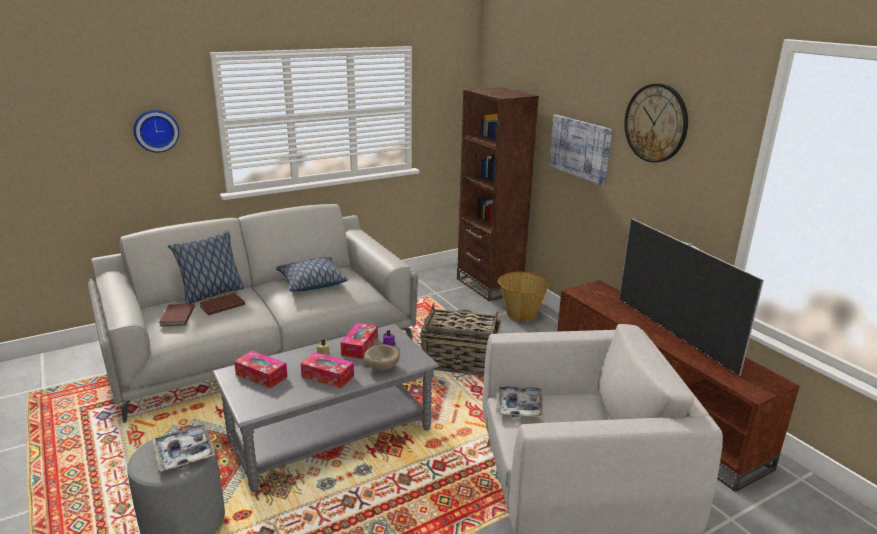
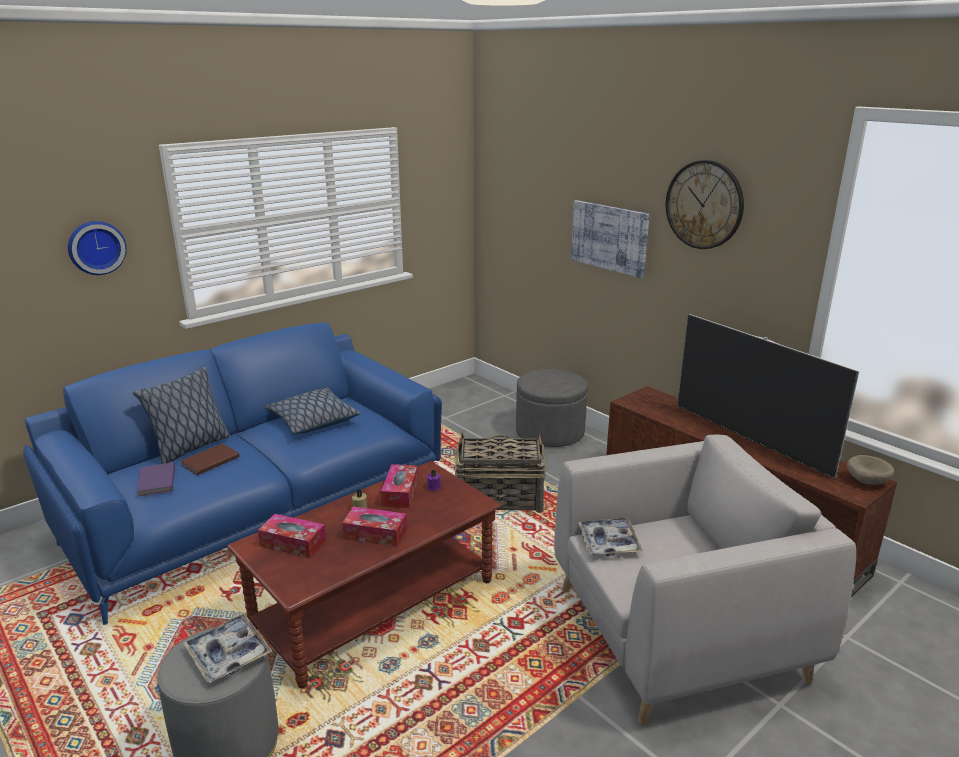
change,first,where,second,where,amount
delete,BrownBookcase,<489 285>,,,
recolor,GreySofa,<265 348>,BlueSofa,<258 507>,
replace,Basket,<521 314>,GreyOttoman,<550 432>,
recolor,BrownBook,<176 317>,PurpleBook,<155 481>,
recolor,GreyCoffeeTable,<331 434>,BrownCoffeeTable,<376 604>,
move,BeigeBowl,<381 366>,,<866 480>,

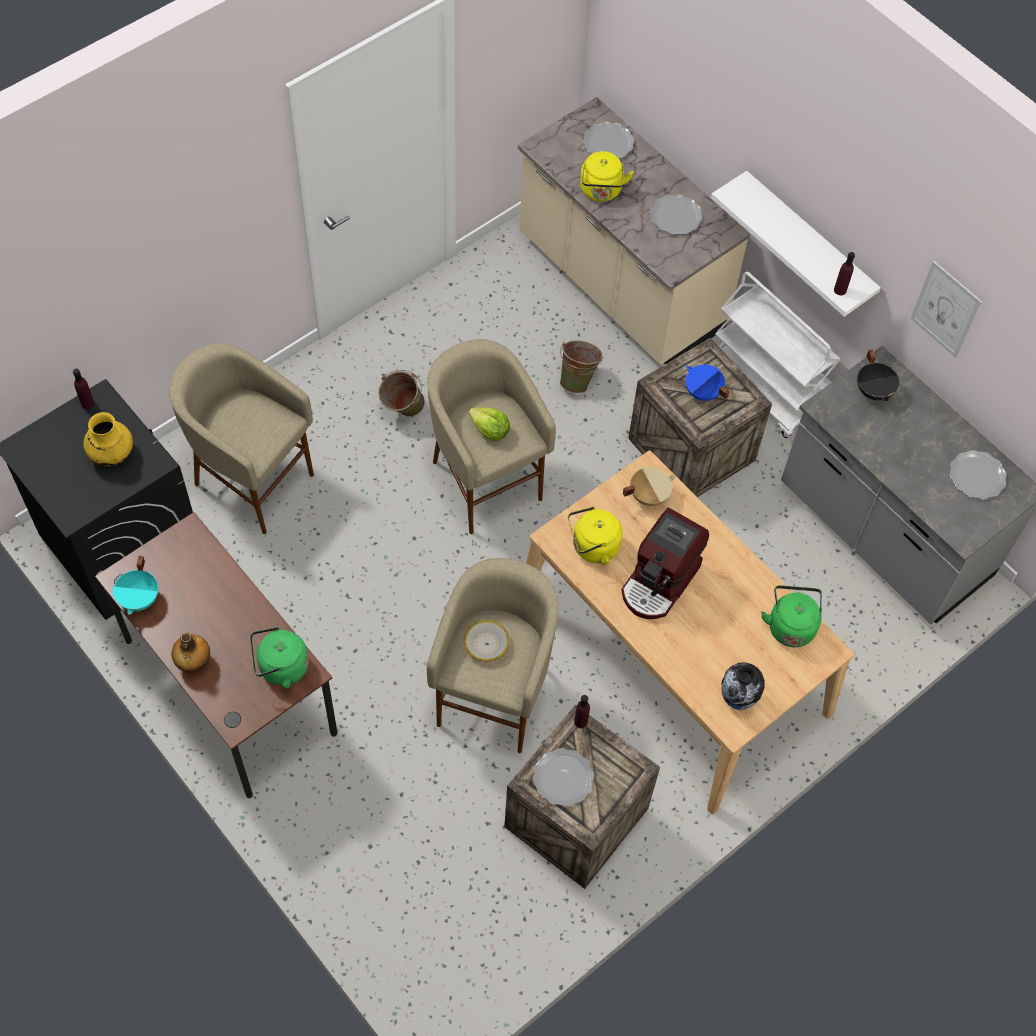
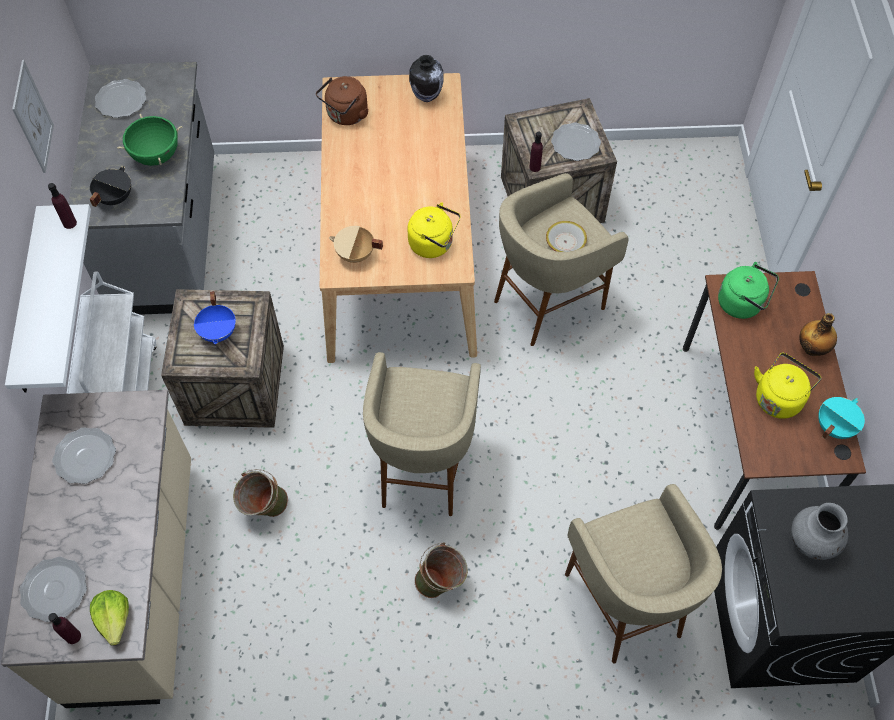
change,first,where,second,where,amount
move,YellowKettle,<601 191>,,<779 397>,
move,PurpleBottle,<87 403>,,<73 636>,
move,Lettuce,<489 430>,,<114 619>,
recolor,YellowVase,<112 454>,GreyVase,<812 542>,
delete,CoffeeMachine,<660 582>,,,
recolor,GreenKettle,<790 625>,BrownKettle,<345 115>,
insert,,,GreenCookingPot,<156 156>,

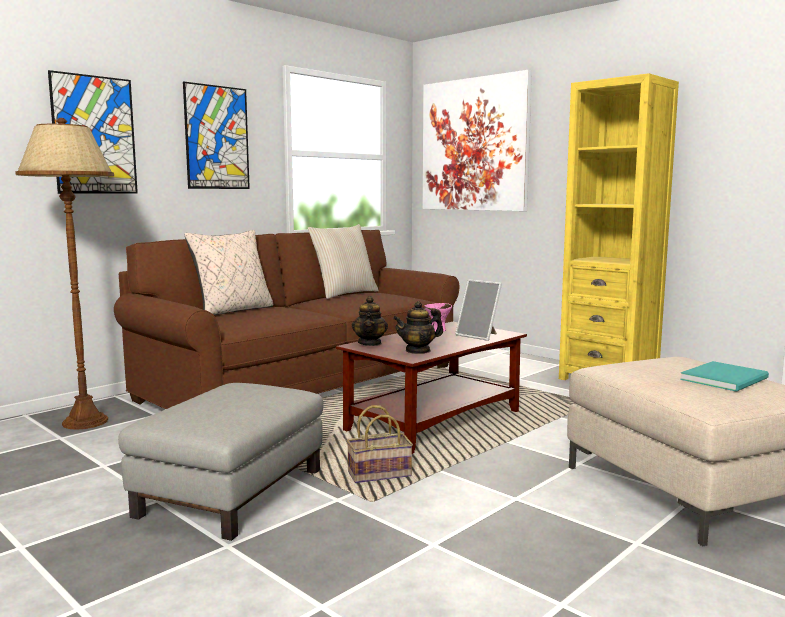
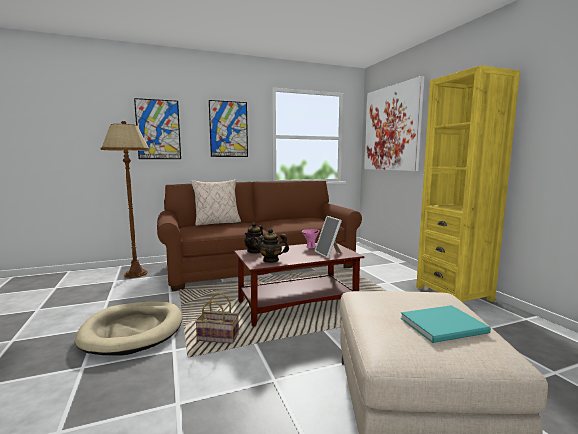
change,first,where,second,where,amount
delete,BeigePillow,<344 294>,,,
replace,GreyOttoman,<231 492>,BeigeDogBed,<133 330>,

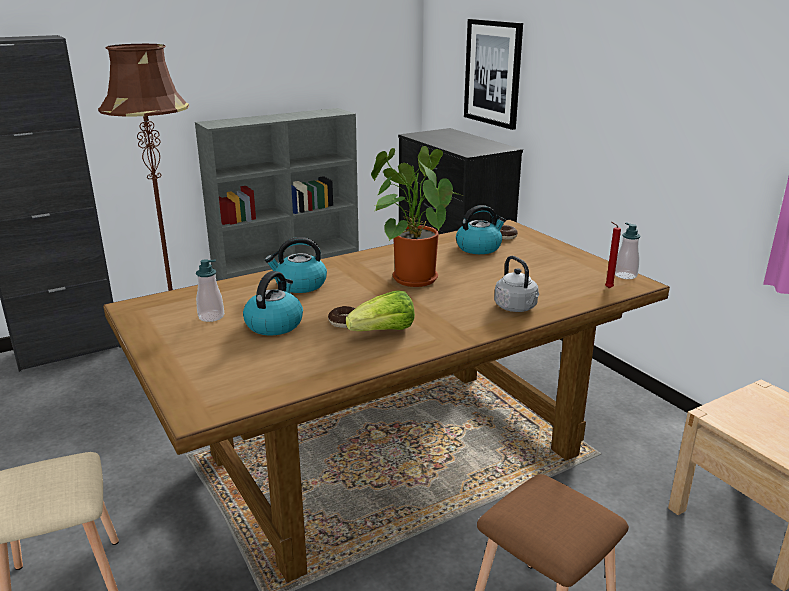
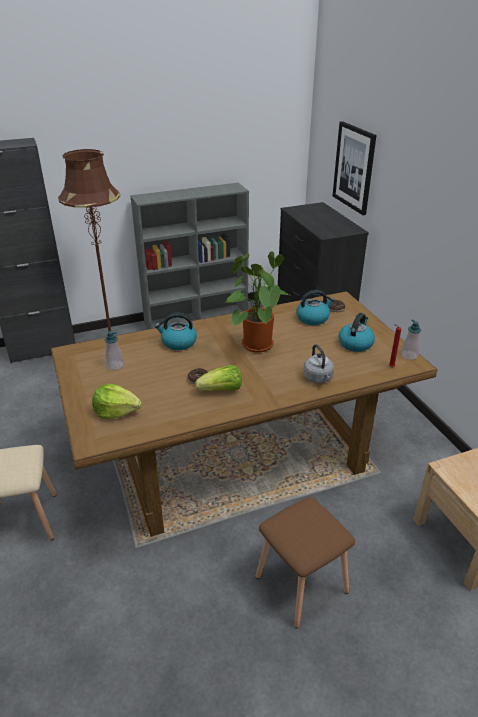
change,first,where,second,where,amount
move,Kettle,<274 324>,,<355 343>,
insert,,,Lettuce,<116 411>,

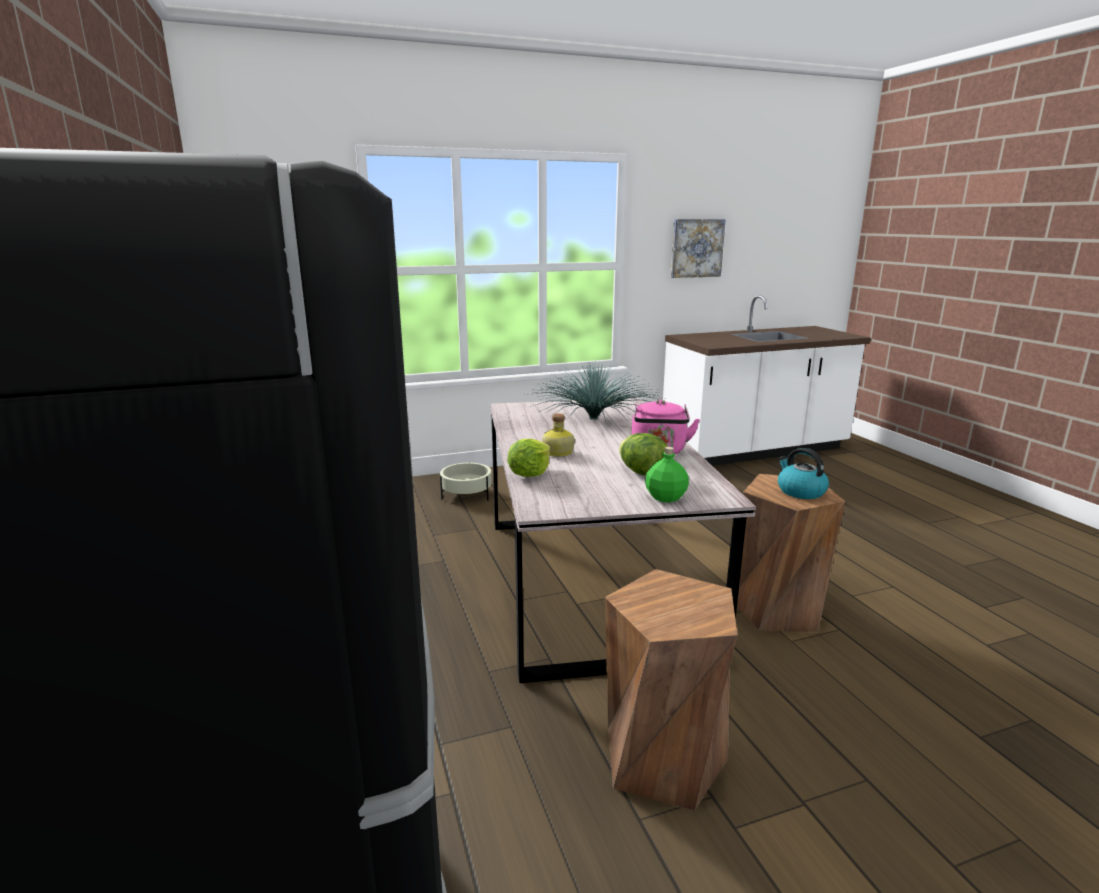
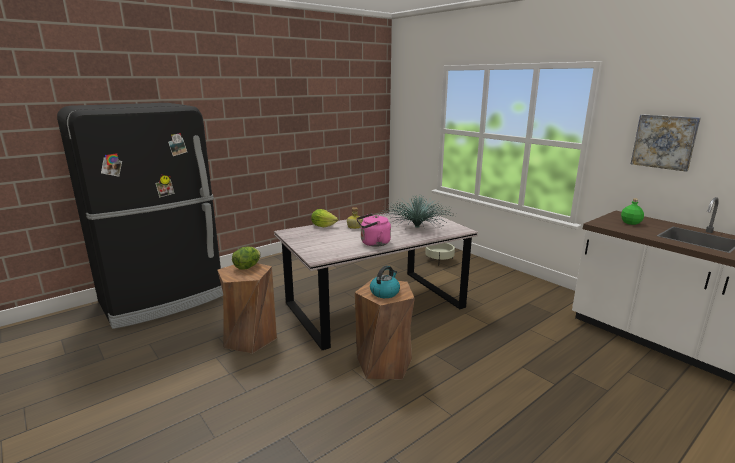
change,first,where,second,where,amount
move,Lettuce,<642 472>,,<247 267>,
move,GreenBottle,<666 497>,,<631 223>,

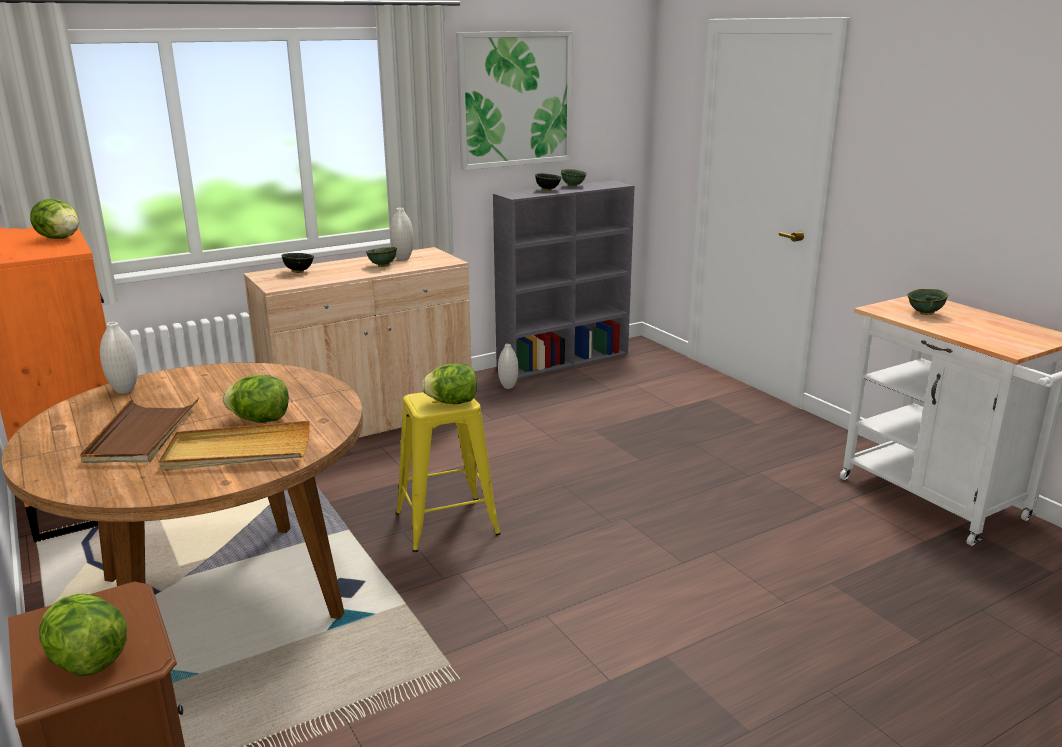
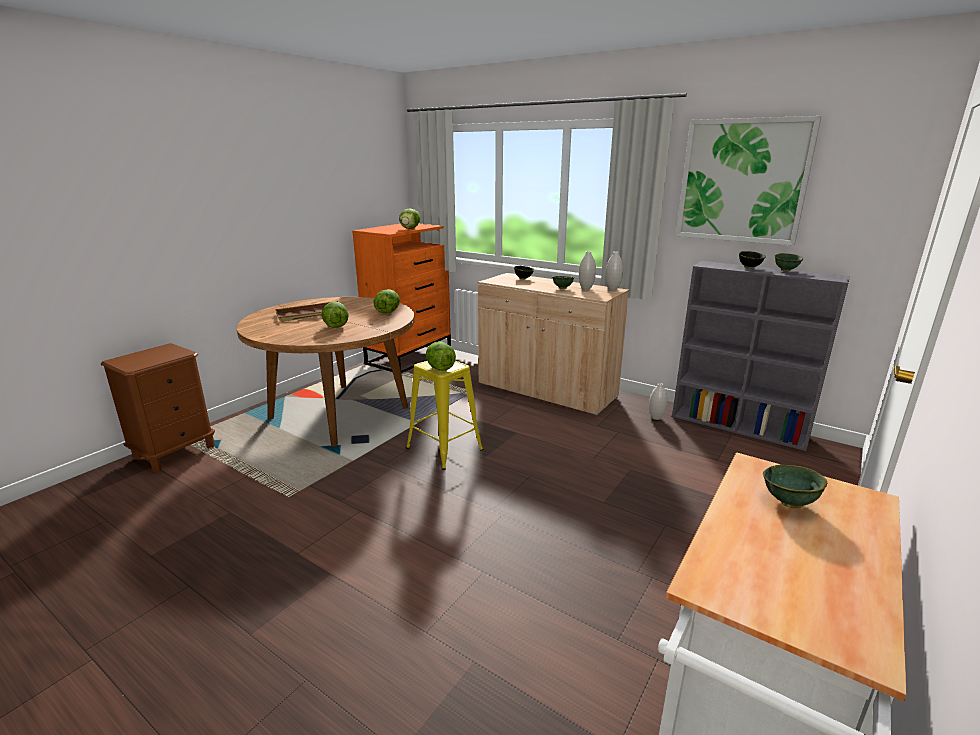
change,first,where,second,where,amount
move,WhiteVase,<124 390>,,<612 289>,
delete,BeigeTray,<238 451>,,,
move,Lettuce,<87 660>,,<388 312>,

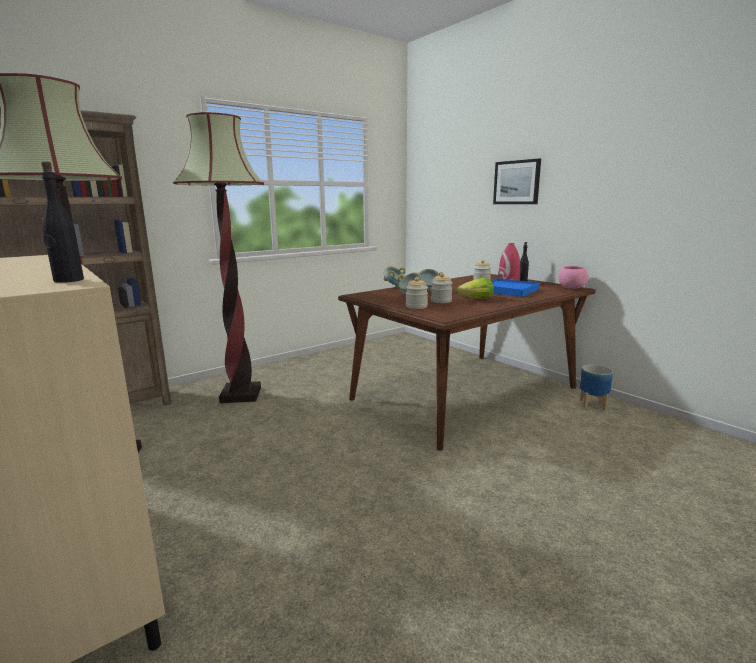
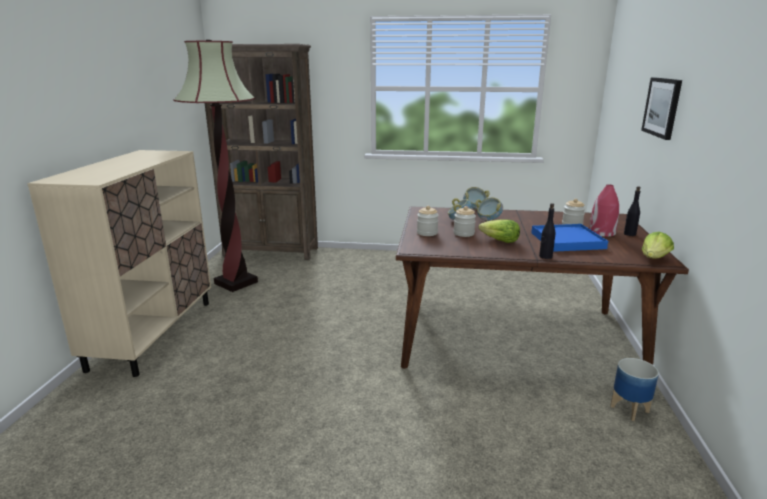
change,first,where,second,where,amount
delete,FloorLamp,<240 395>,,,
move,BlackBottle,<68 280>,,<545 256>,
replace,PinkBowl,<571 288>,Lettuce,<654 258>,

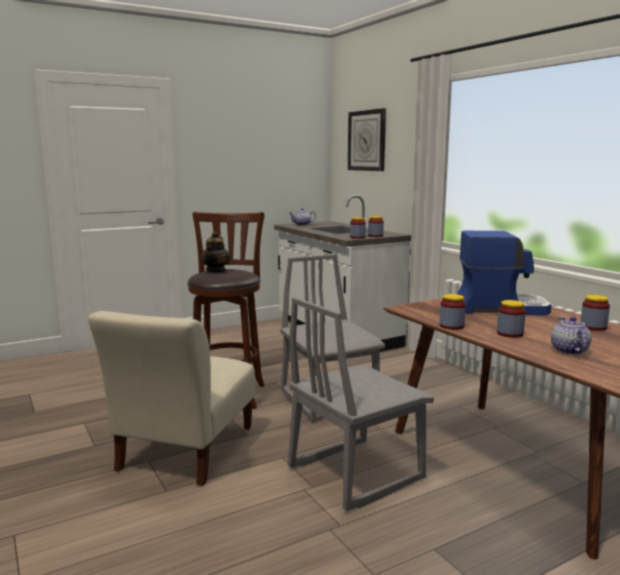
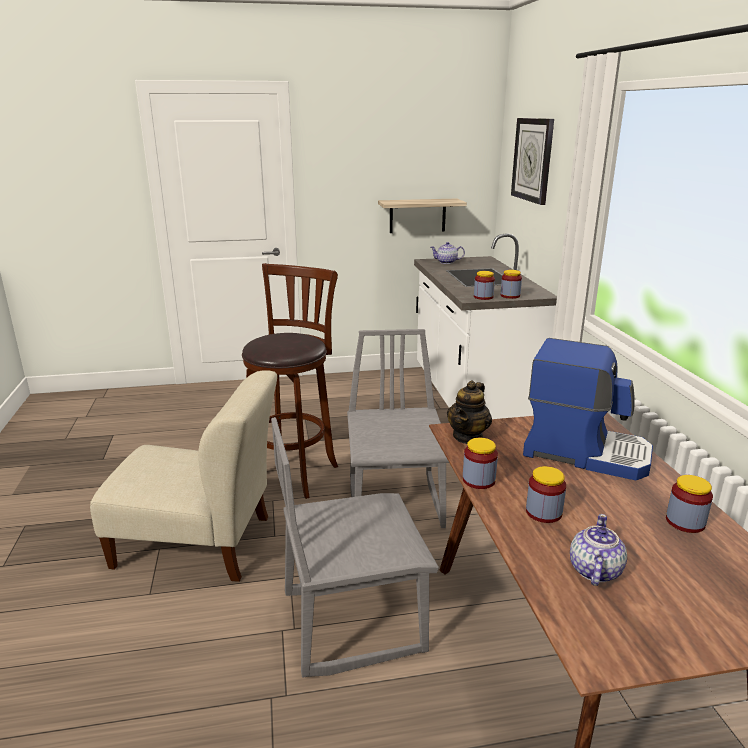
change,first,where,second,where,amount
move,Teapot,<216 271>,,<468 437>,
rotate,BeigeChair,<184 451>,,<199 544>,120 degrees counterclockwise
insert,,,Shelf,<417 215>,

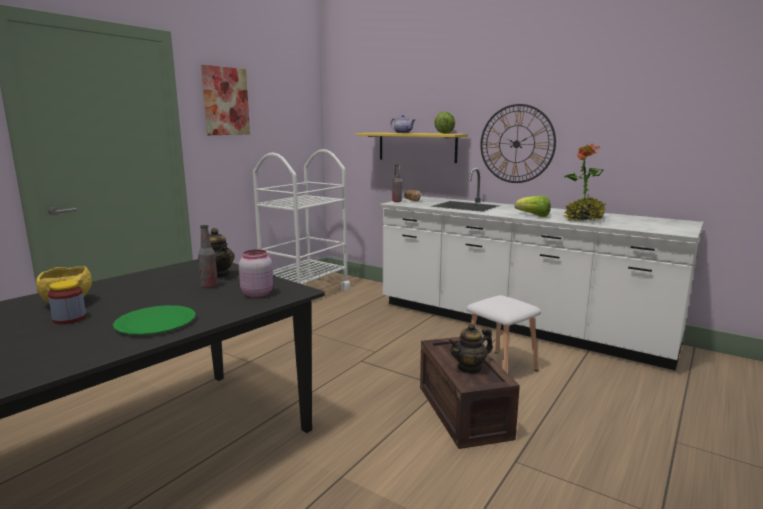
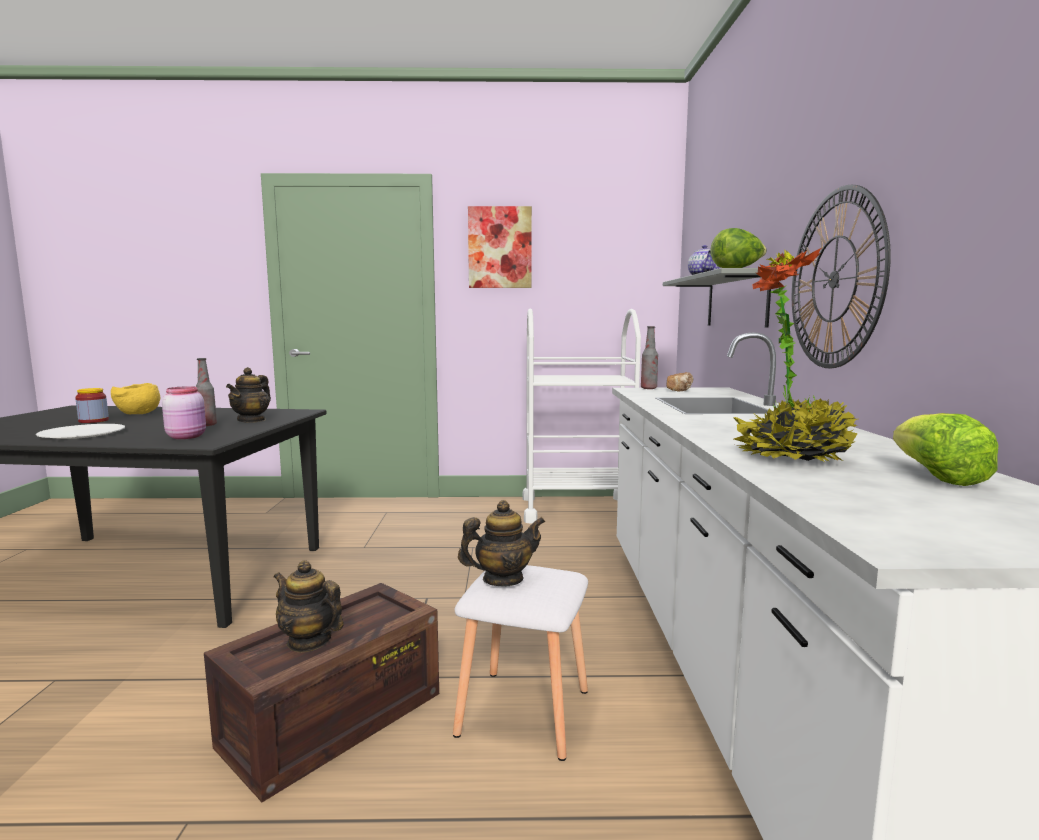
change,first,where,second,where,amount
recolor,YellowShelf,<417 147>,GreyShelf,<736 301>,
move,Lettuce,<533 215>,,<935 476>,
recolor,GreenPlate,<155 322>,WhitePlate,<82 434>,
insert,,,Teapot,<502 579>,

